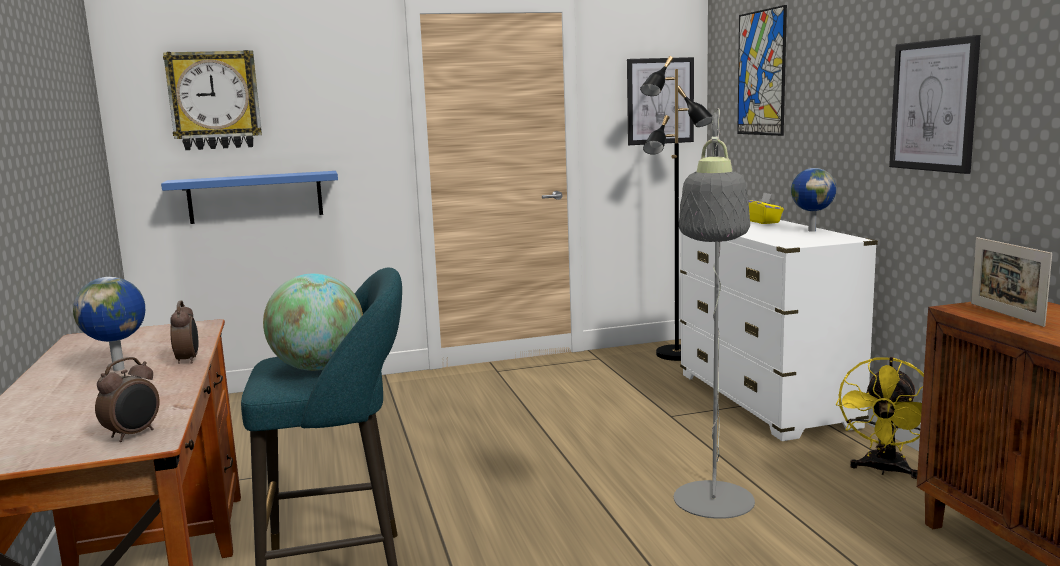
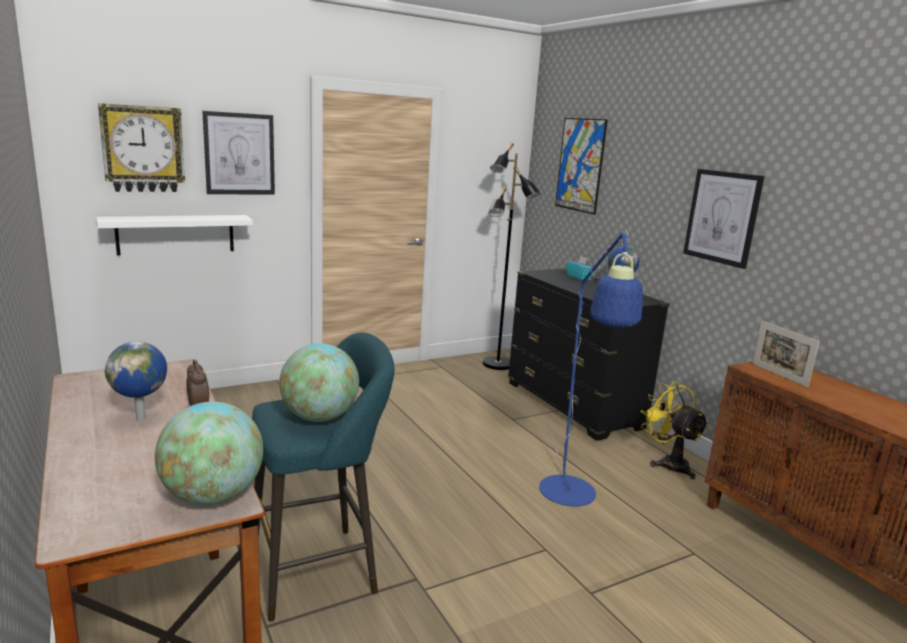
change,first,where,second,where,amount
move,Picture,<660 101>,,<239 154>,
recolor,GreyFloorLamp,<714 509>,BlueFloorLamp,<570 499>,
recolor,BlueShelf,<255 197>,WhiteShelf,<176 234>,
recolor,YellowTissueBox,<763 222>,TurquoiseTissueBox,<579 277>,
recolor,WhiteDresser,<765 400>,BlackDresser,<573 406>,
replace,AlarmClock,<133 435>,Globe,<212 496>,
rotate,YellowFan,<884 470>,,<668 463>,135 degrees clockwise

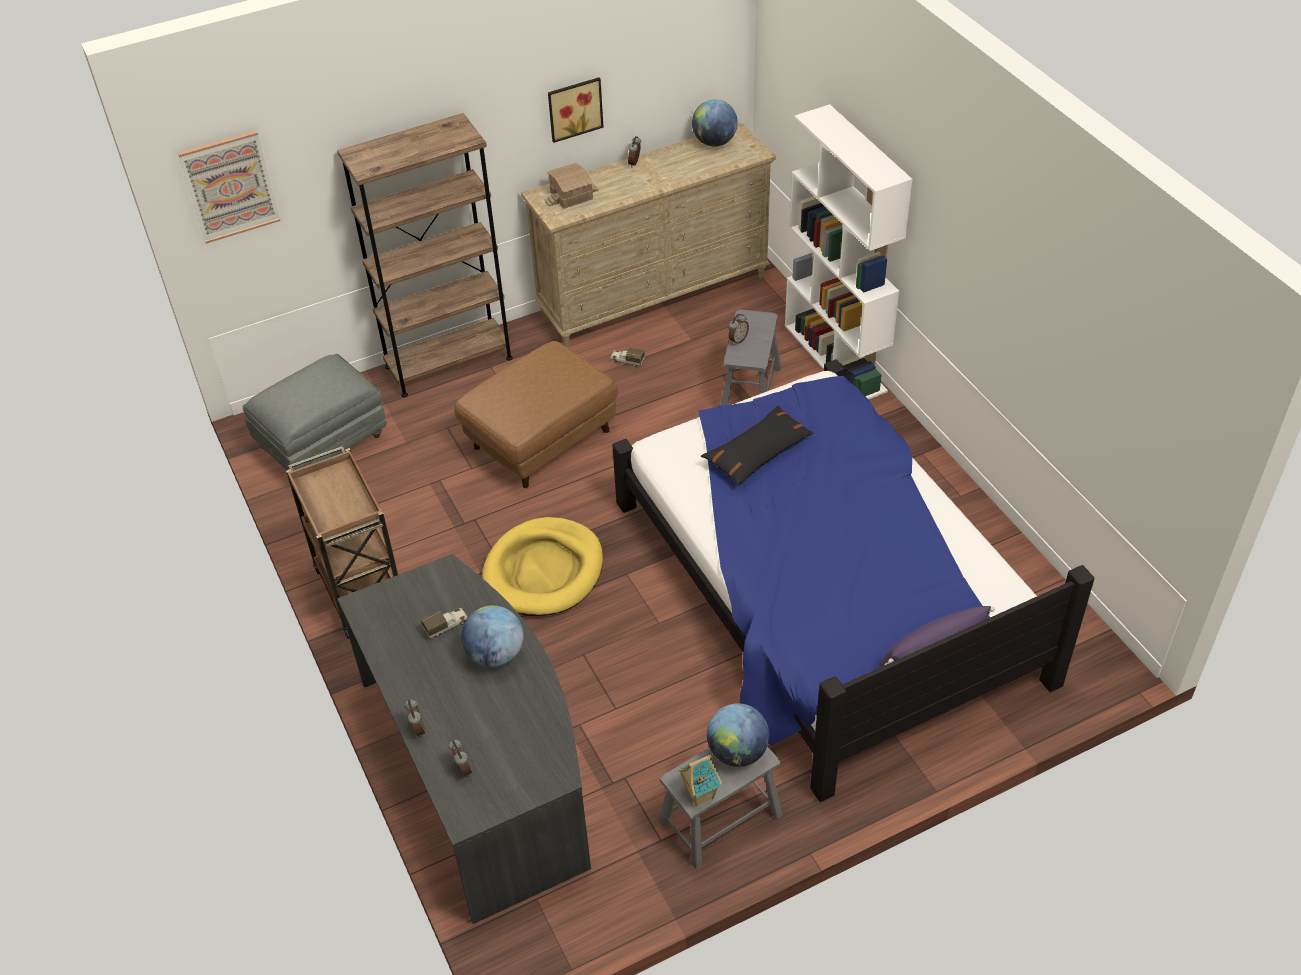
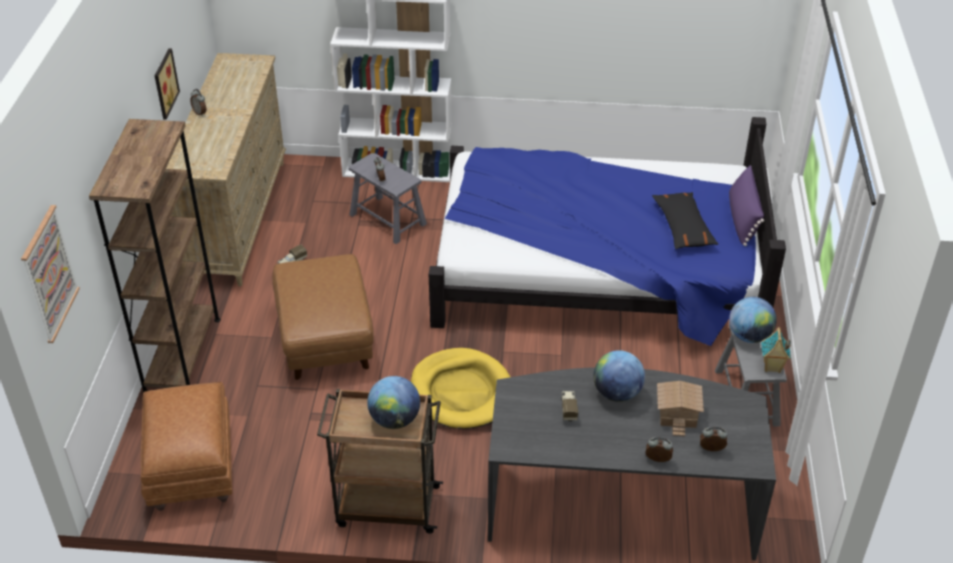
change,first,where,second,where,amount
move,Globe,<714 142>,,<395 420>,
move,ToyHouse,<572 196>,,<678 413>,
recolor,GreyOttoman,<323 442>,BrownOttoman,<191 468>,
move,BlackPillow,<758 453>,,<683 227>,

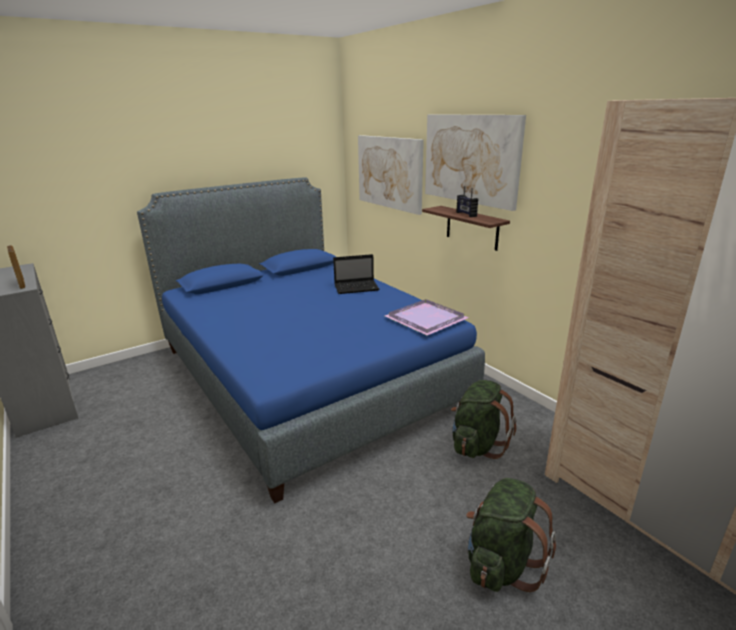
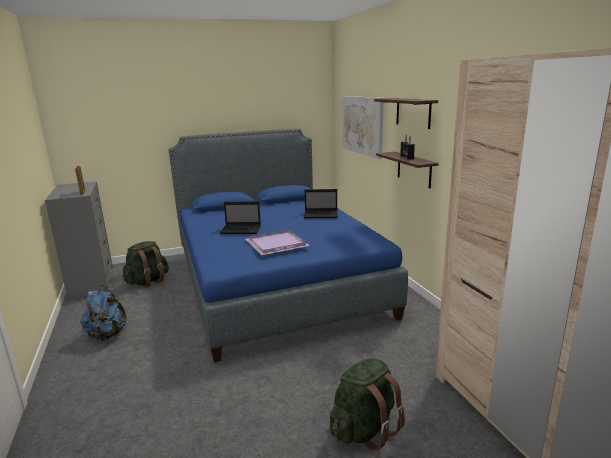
change,first,where,second,where,amount
replace,Picture,<470 159>,Shelf,<413 112>,
move,PurpleTray,<426 318>,,<277 244>,
move,GreenBackpack,<477 444>,,<148 282>,
insert,,,Laptop,<242 230>,
insert,,,BlueBackpack,<107 335>,

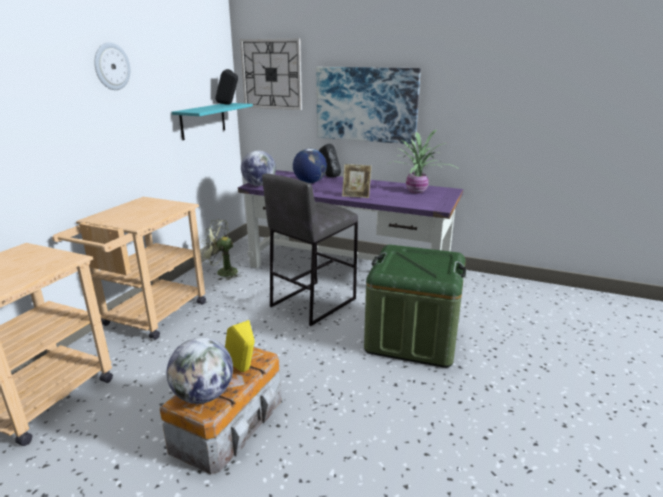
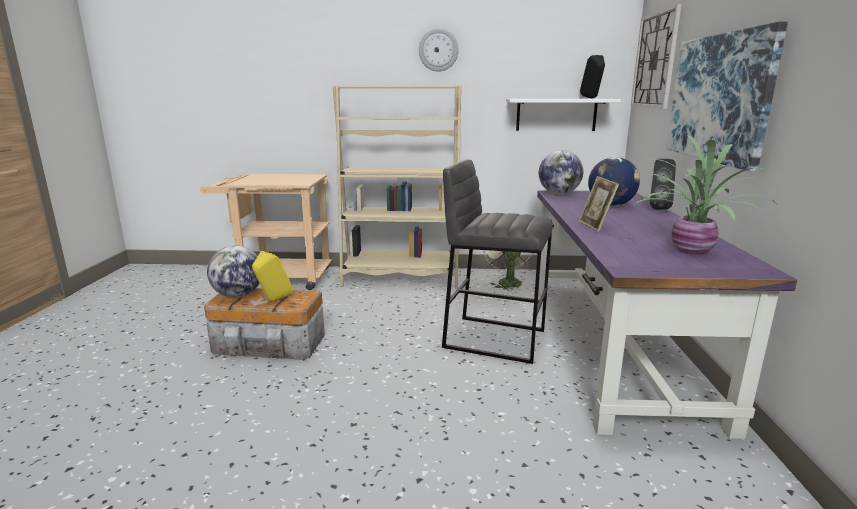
change,first,where,second,where,amount
recolor,TurquoiseShelf,<203 120>,WhiteShelf,<556 114>,
replace,BeigeCart,<149 318>,BeigeBookcase,<400 277>,
delete,GreenStorageBox,<412 338>,,,

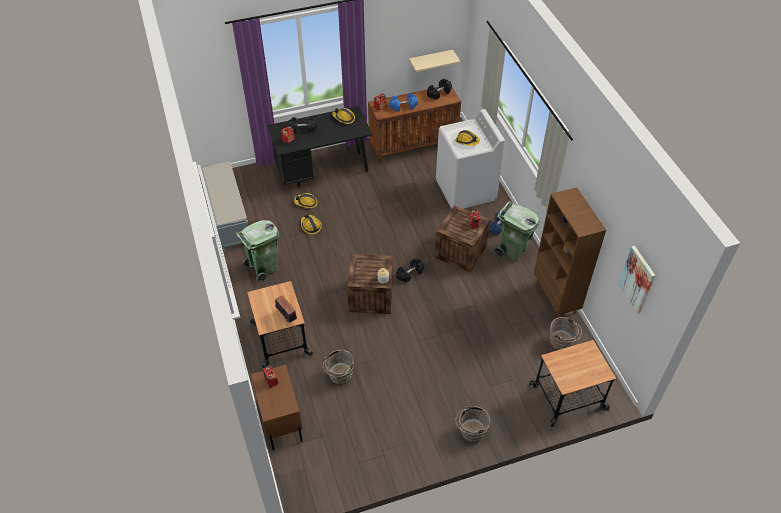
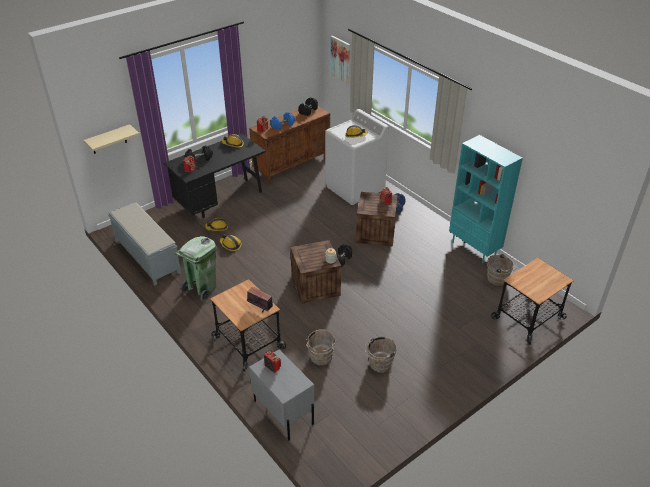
change,first,where,second,where,amount
move,BeigeShelf,<430 61>,,<108 140>,
recolor,BrownBookcase,<555 299>,TurquoiseBookcase,<474 248>,
delete,GreenTrashCan,<512 251>,,,
move,Picture,<637 279>,,<340 59>,
recolor,BrownNightstand,<281 420>,GreyNightstand,<283 412>,
move,BrownBucket,<470 432>,,<379 365>,

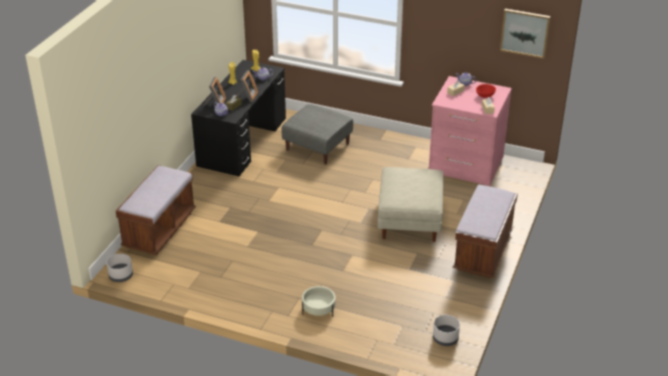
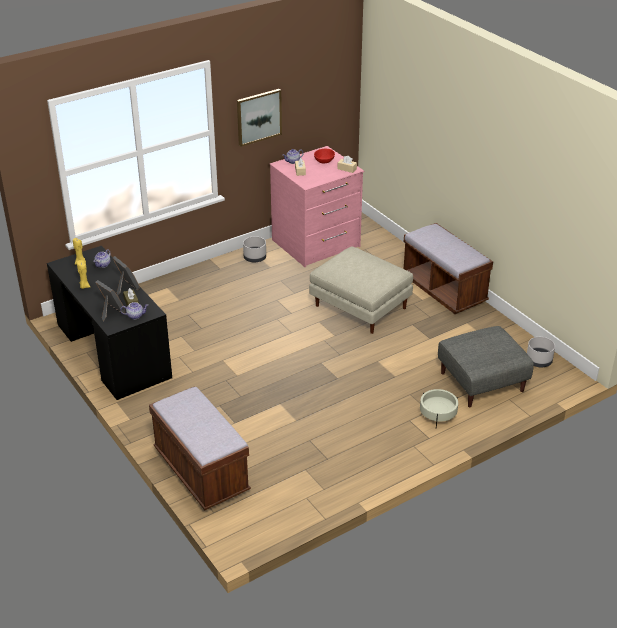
change,first,where,second,where,amount
move,Picture,<525 32>,,<258 117>,
move,GreyOttoman,<318 146>,,<481 381>,
move,GreyPlanter,<121 276>,,<254 258>,

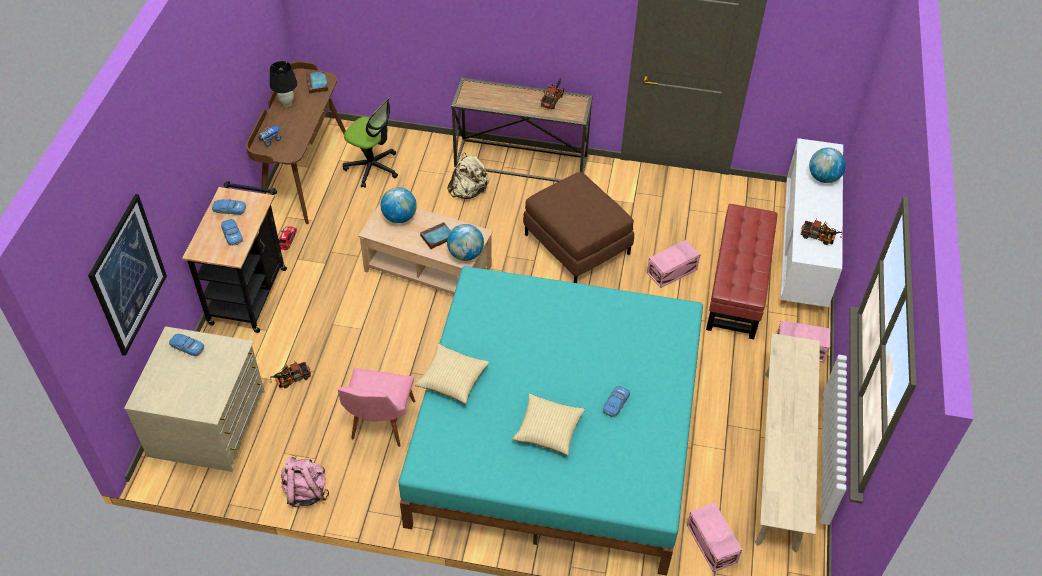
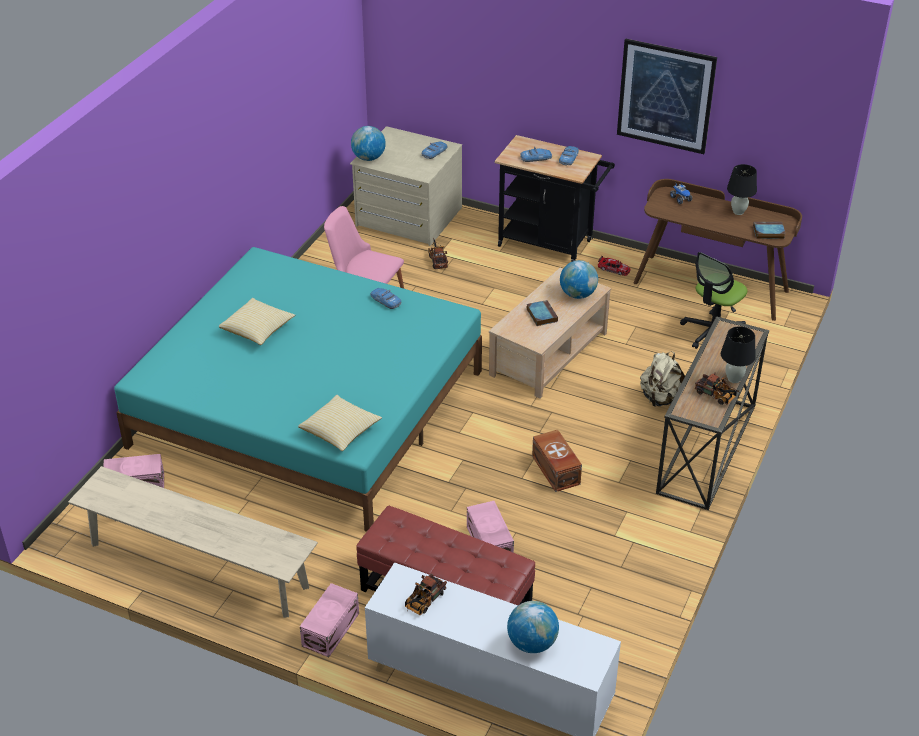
change,first,where,second,where,amount
replace,BrownOttoman,<577 244>,BrownStorageBox,<555 471>,
move,Picture,<128 275>,,<665 96>,
move,Globe,<465 254>,,<368 158>,
move,Pillow,<452 380>,,<340 431>,
move,ToyCar,<615 403>,,<385 301>,
delete,PinkBackpack,<305 491>,,,
insert,,,BlackTableLamp,<734 379>,

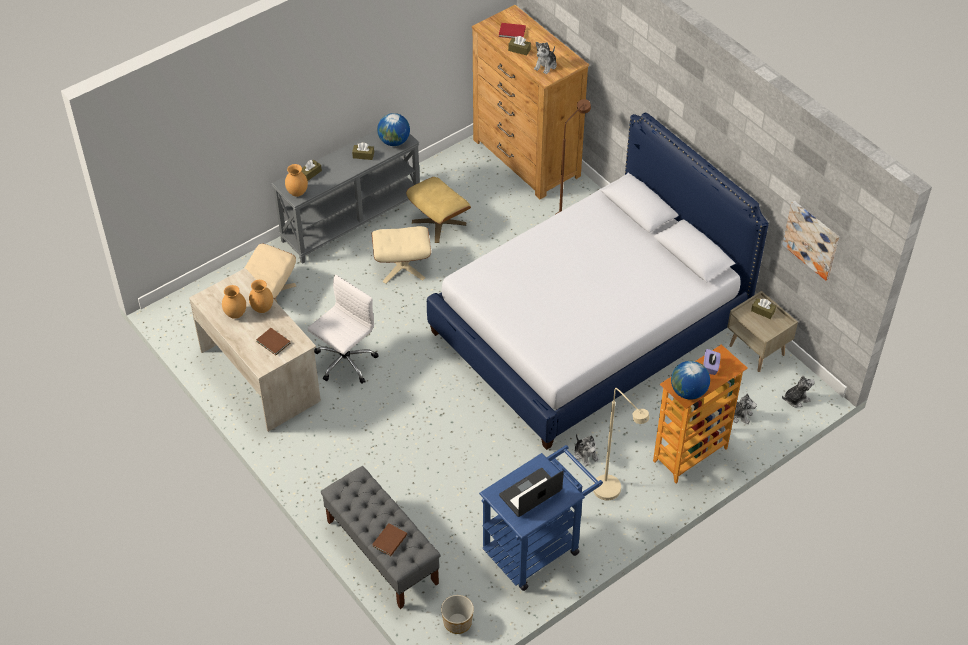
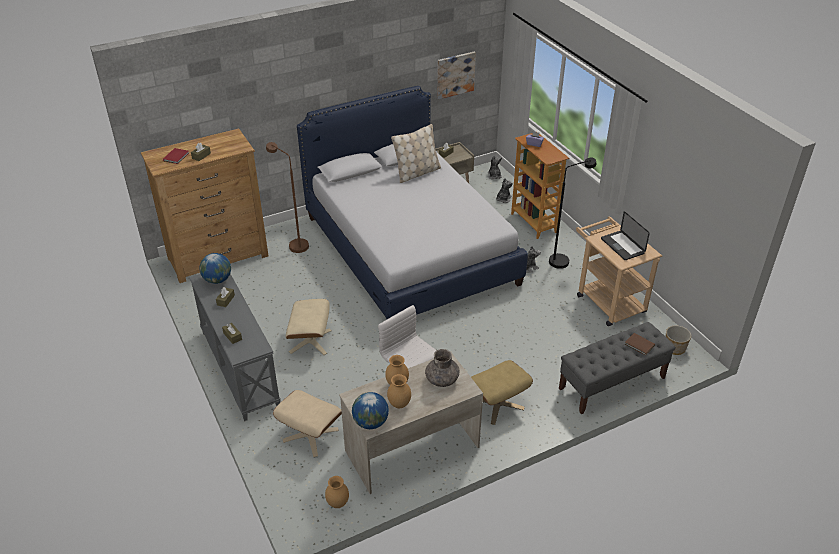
change,first,where,second,where,amount
delete,PlushToy,<546 65>,,,
move,BrownVase,<297 193>,,<337 503>,
move,BeigeOttoman,<438 223>,,<497 404>,
replace,BrownBook,<273 343>,GreyVase,<442 379>,
move,Globe,<688 391>,,<370 422>,
recolor,BeigeFloorLamp,<612 493>,BlackFloorLamp,<563 260>,
recolor,BlueCart,<537 546>,BeigeCart,<607 300>,
insert,,,BeigePillow,<417 173>,

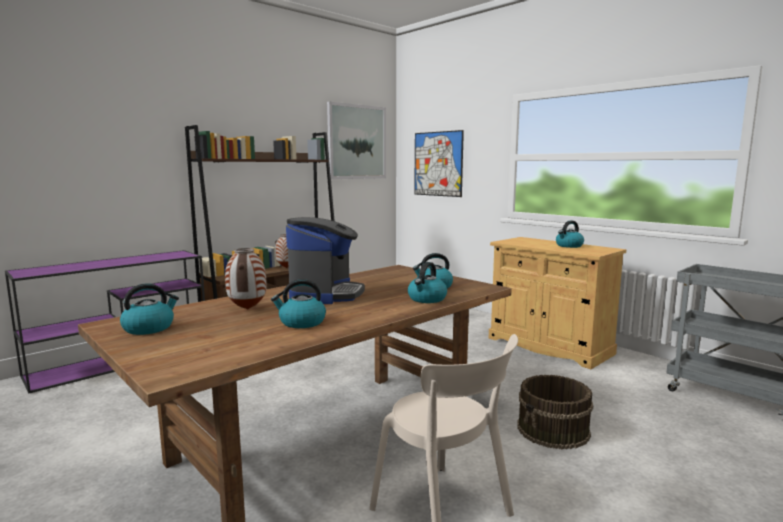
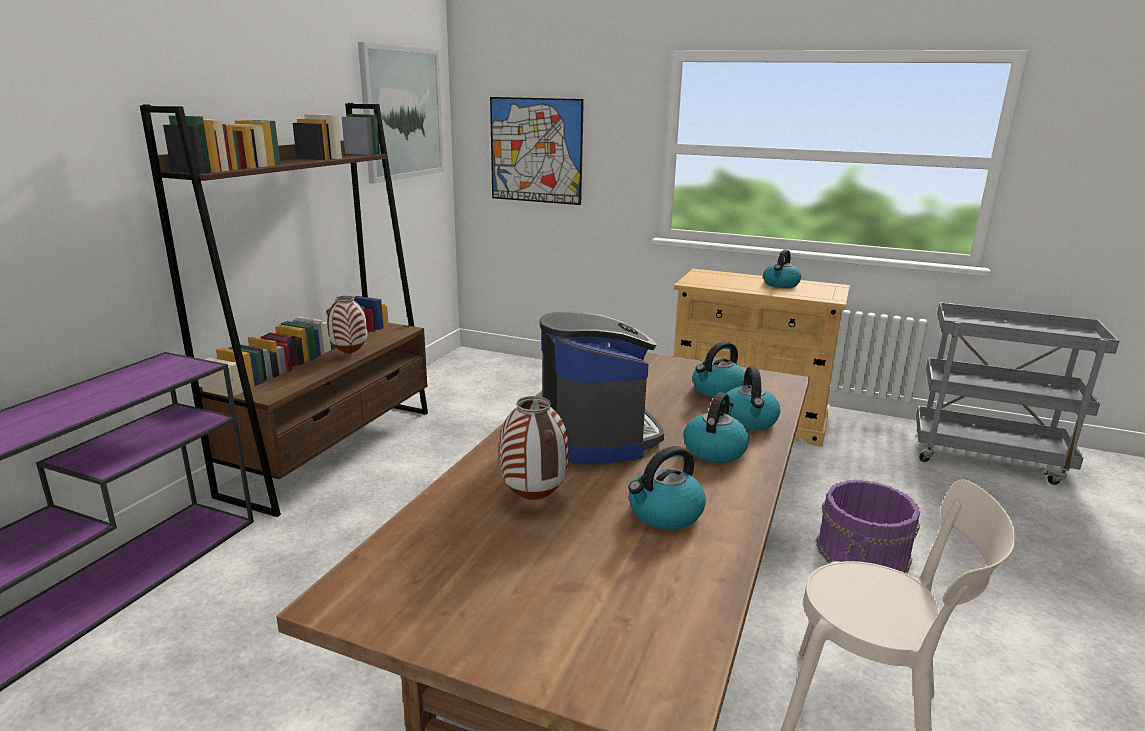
change,first,where,second,where,amount
move,Kettle,<149 328>,,<714 450>,
recolor,BrownBucket,<553 430>,PurpleBucket,<864 552>,

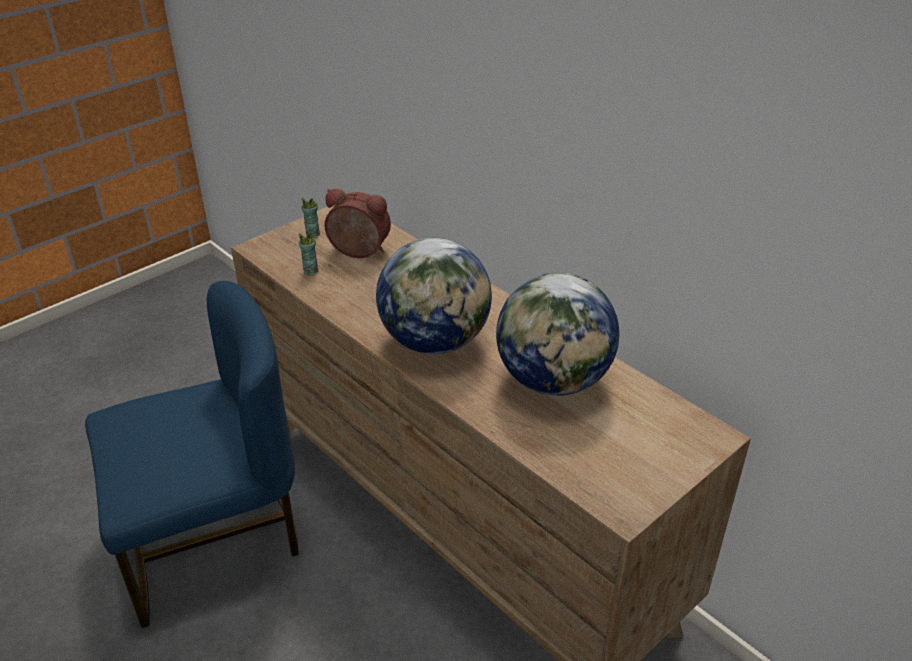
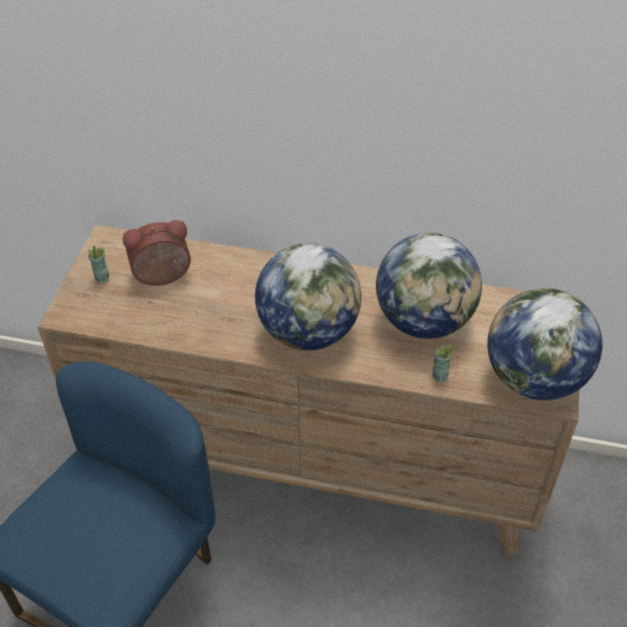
change,first,where,second,where,amount
move,Cup,<310 271>,,<440 376>,
insert,,,Globe,<533 379>,

